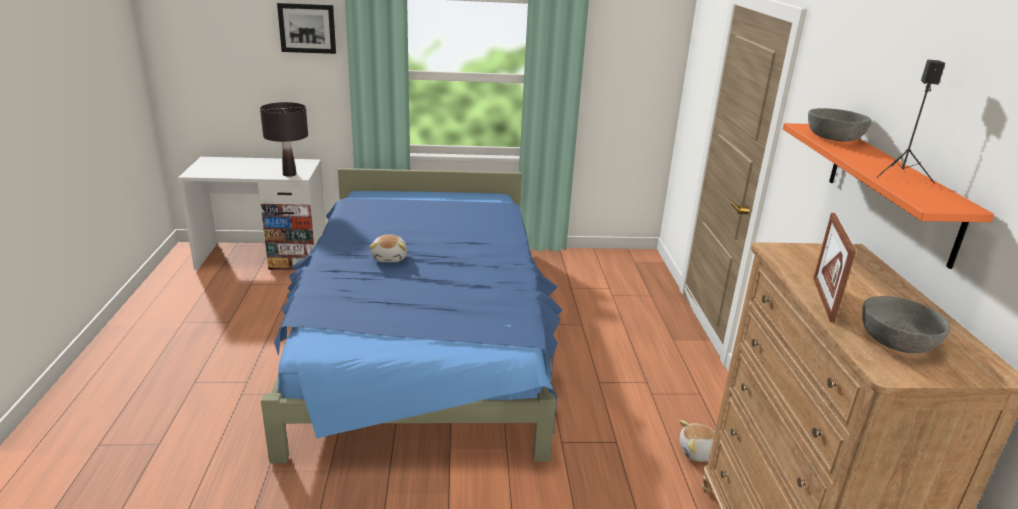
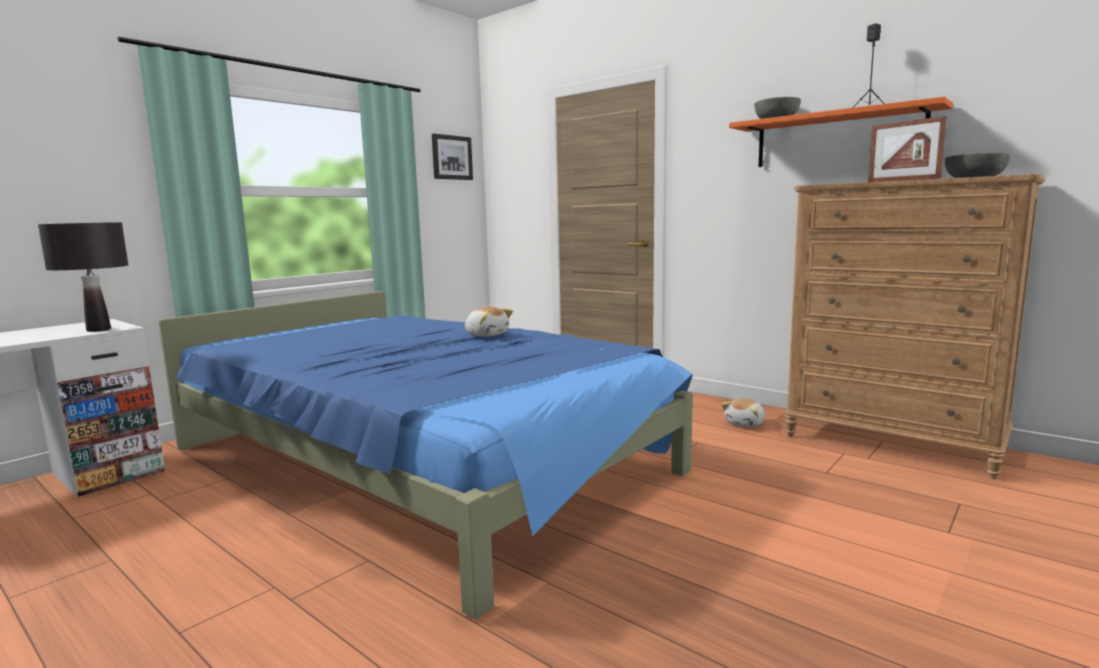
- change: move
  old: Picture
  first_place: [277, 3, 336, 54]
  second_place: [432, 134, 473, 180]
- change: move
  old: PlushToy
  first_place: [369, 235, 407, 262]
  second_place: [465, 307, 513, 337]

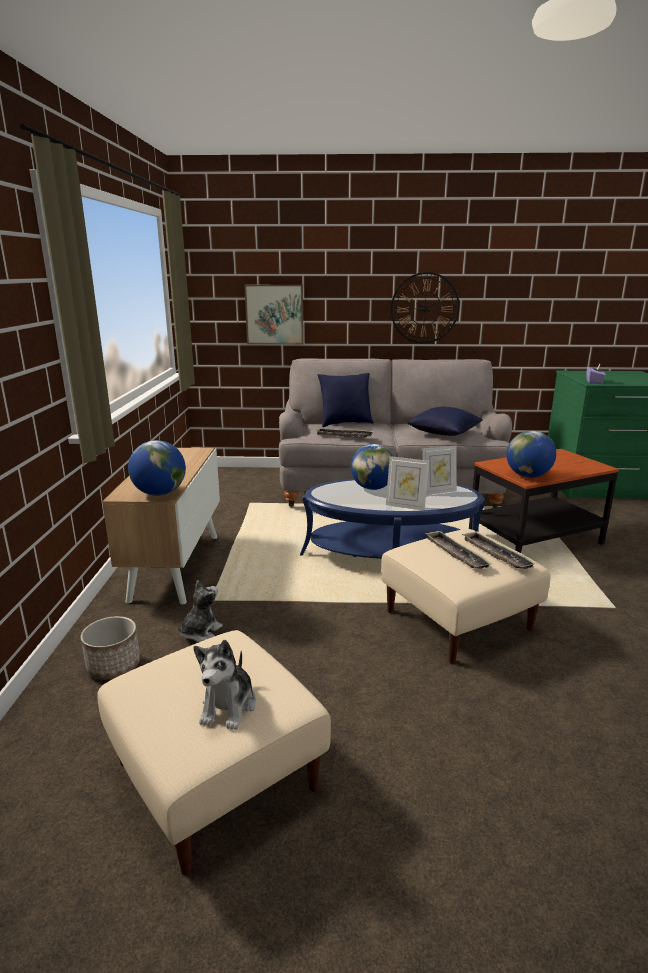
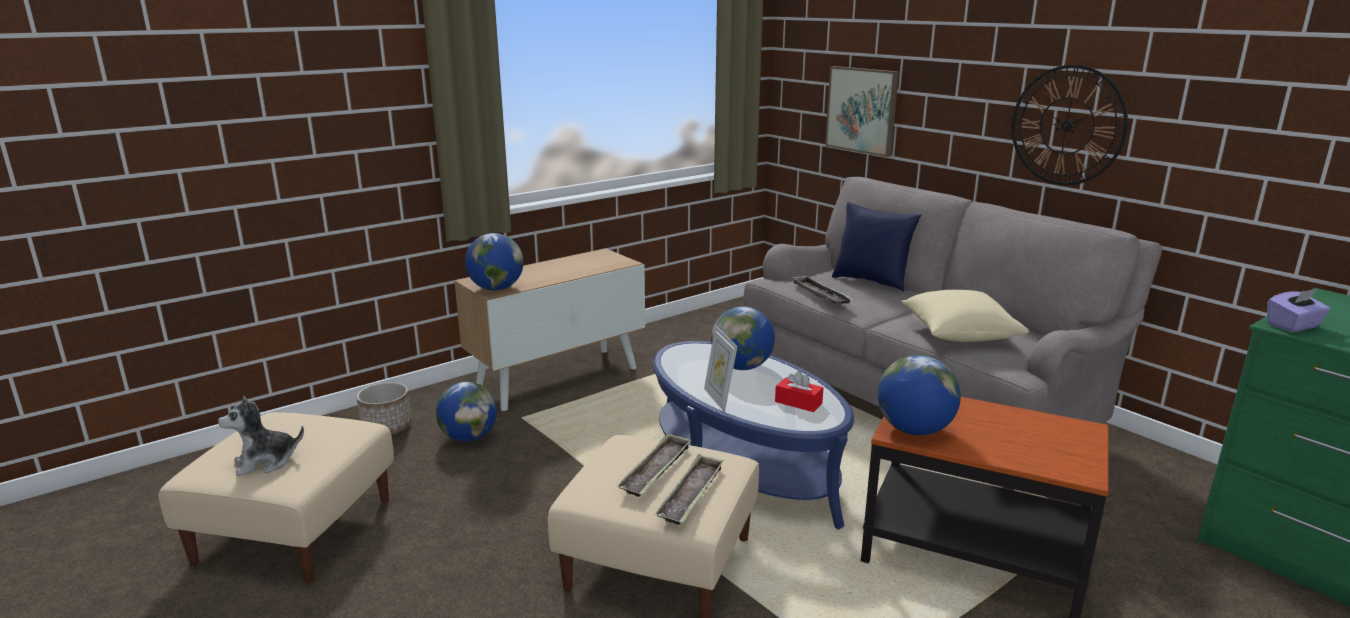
- change: replace
  old: PlushToy
  new: Globe
  first_place: [178, 580, 223, 642]
  second_place: [436, 382, 497, 442]
- change: replace
  old: PictureFrame
  new: RedTissueBox
  first_place: [423, 445, 457, 495]
  second_place: [775, 371, 824, 412]
- change: recolor
  old: BluePillow
  new: BeigePillow
  first_place: [407, 407, 483, 436]
  second_place: [901, 290, 1029, 342]

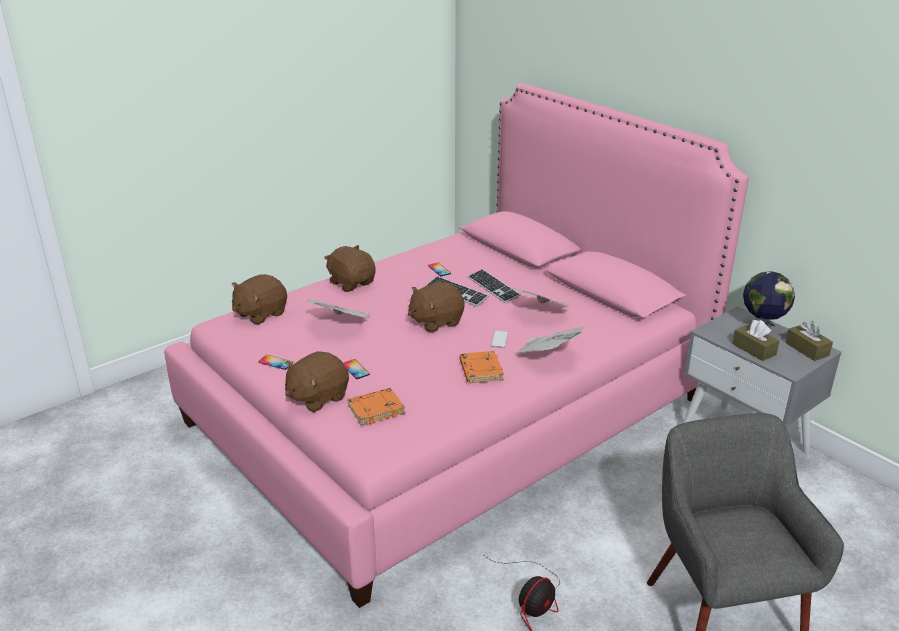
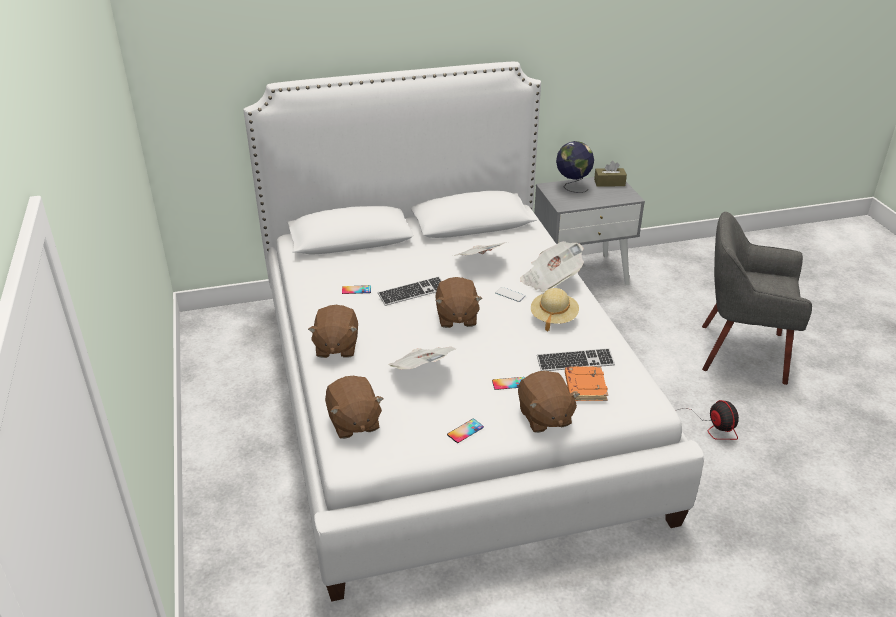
- change: delete
  old: BrownTissueBox
  first_place: [732, 320, 779, 361]
- change: move
  old: Keyboard
  first_place: [468, 269, 521, 303]
  second_place: [537, 348, 615, 371]
- change: replace
  old: OrangeBook
  new: BeigeHat
  first_place: [460, 351, 504, 383]
  second_place: [531, 288, 579, 331]
- change: recolor
  old: PinkBed
  new: WhiteBed
  first_place: [164, 84, 749, 608]
  second_place: [243, 62, 704, 602]
- change: rotate
  old: BrownPlushToy
  first_place: [324, 245, 376, 292]
  second_place: [308, 305, 358, 358]
  degrees: -75

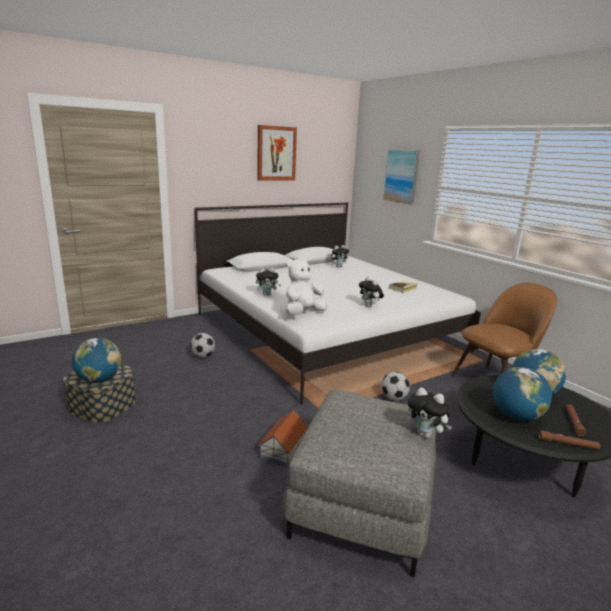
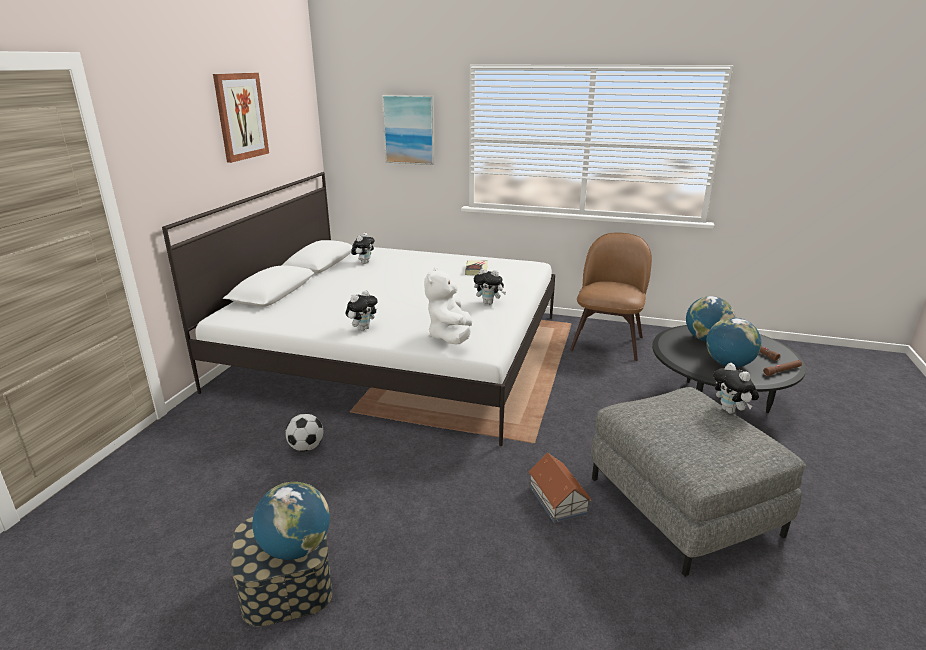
- change: delete
  old: Football
  first_place: [381, 372, 410, 401]
- change: rotate
  old: PlushToy
  first_place: [408, 387, 452, 438]
  second_place: [713, 363, 759, 414]
  degrees: 75

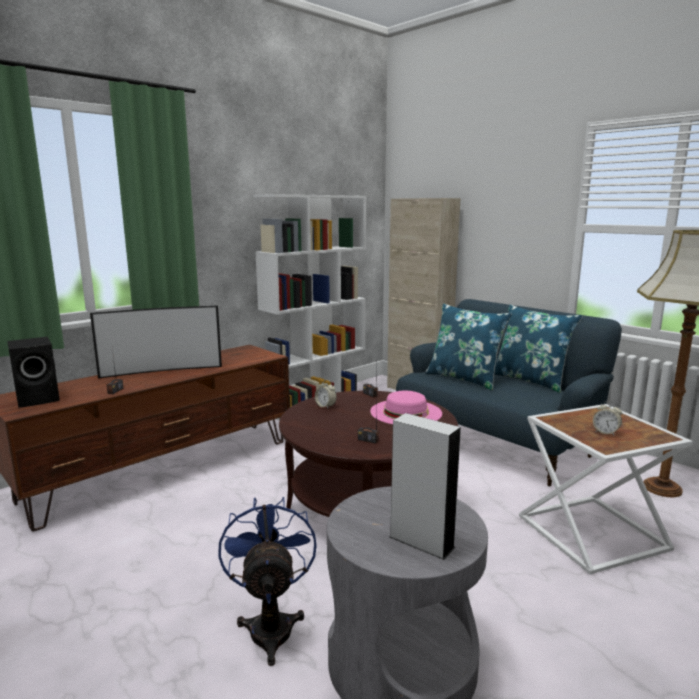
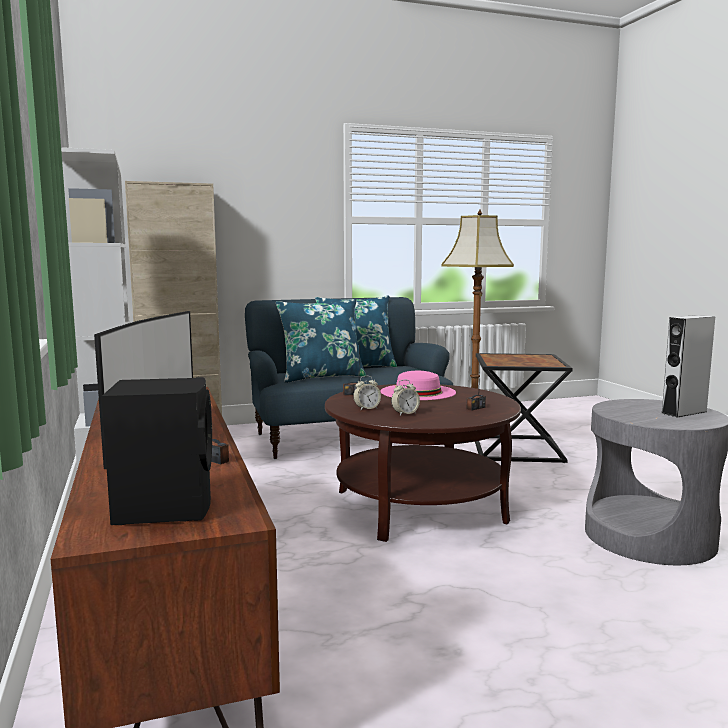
- change: delete
  old: BlueFan
  first_place: [218, 497, 317, 666]
- change: move
  old: AlarmClock
  first_place: [593, 401, 622, 436]
  second_place: [391, 380, 420, 415]
- change: recolor
  old: WhiteSideTable
  new: BlackSideTable
  first_place: [519, 404, 693, 574]
  second_place: [475, 353, 573, 463]

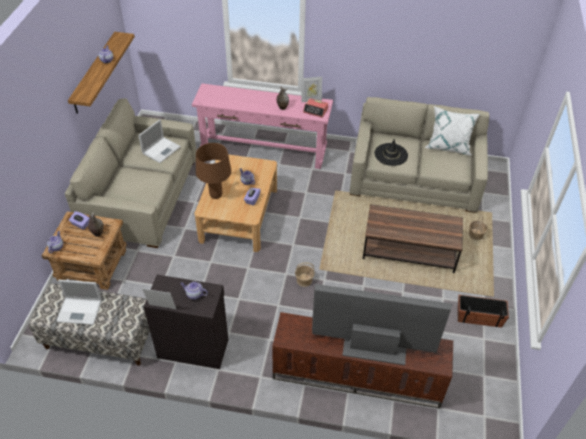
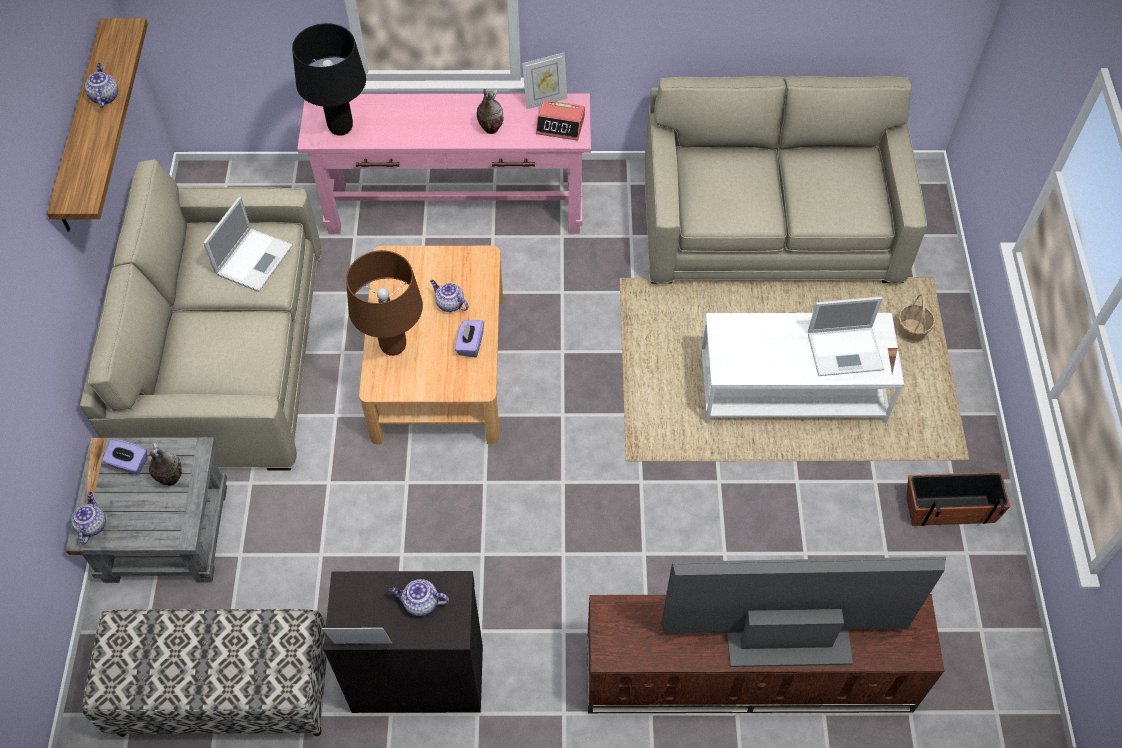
- change: delete
  old: Basket
  first_place: [295, 262, 315, 287]
- change: delete
  old: BlackHat
  first_place: [375, 139, 408, 166]
- change: delete
  old: WhitePillow
  first_place: [425, 106, 480, 156]
- change: insert
  new: BlackTableLamp
  second_place: [292, 23, 366, 136]
- change: move
  old: Laptop
  first_place: [56, 280, 102, 325]
  second_place: [808, 297, 884, 376]
- change: recolor
  old: BrownSideTable
  new: GreySideTable
  first_place: [42, 212, 127, 290]
  second_place: [65, 437, 227, 583]
- change: recolor
  old: BrownCoffeeTable
  new: WhiteCoffeeTable
  first_place: [363, 204, 463, 273]
  second_place: [700, 313, 904, 423]

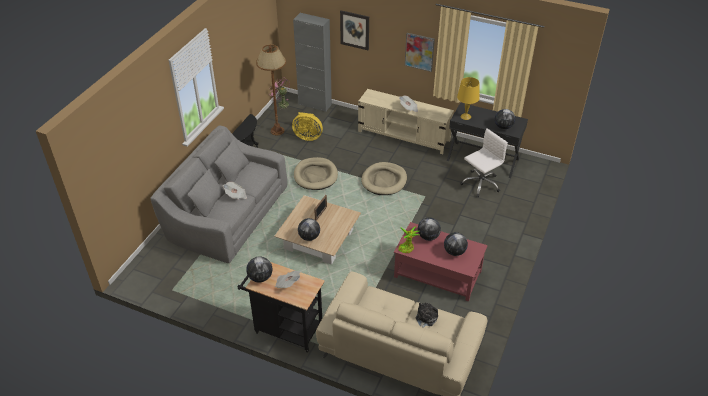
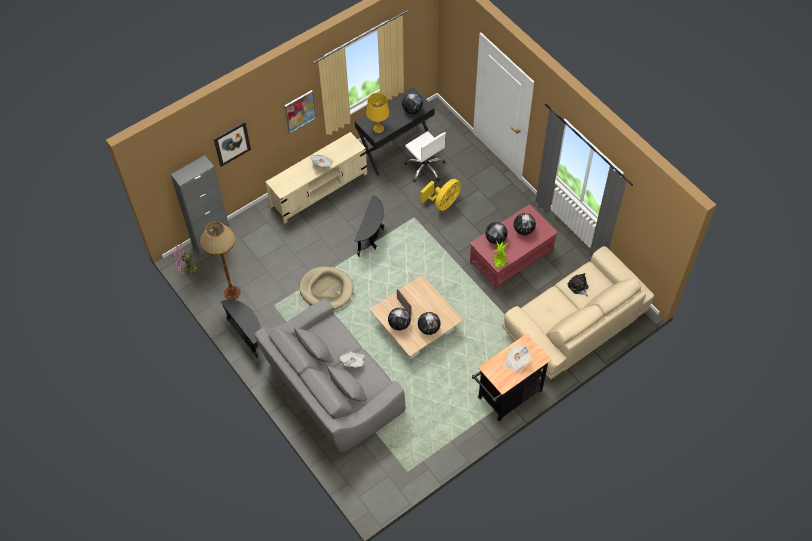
- change: move
  old: Globe
  first_place: [246, 256, 272, 282]
  second_place: [388, 308, 411, 330]
- change: move
  old: YellowFan
  first_place: [292, 112, 323, 141]
  second_place: [420, 179, 461, 211]
- change: replace
  old: BeigeDogBed
  new: BlackSideTable
  first_place: [361, 162, 407, 195]
  second_place: [355, 195, 384, 257]
- change: rotate
  old: WhiteOfficeChair
  first_place: [460, 128, 508, 197]
  second_place: [405, 131, 446, 182]
  degrees: 150

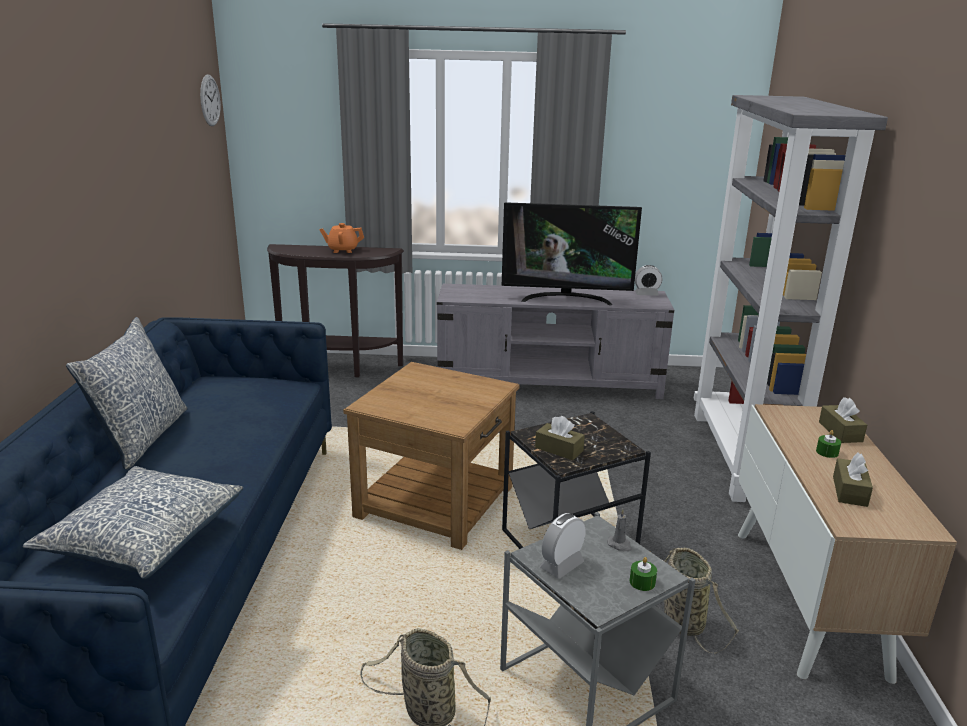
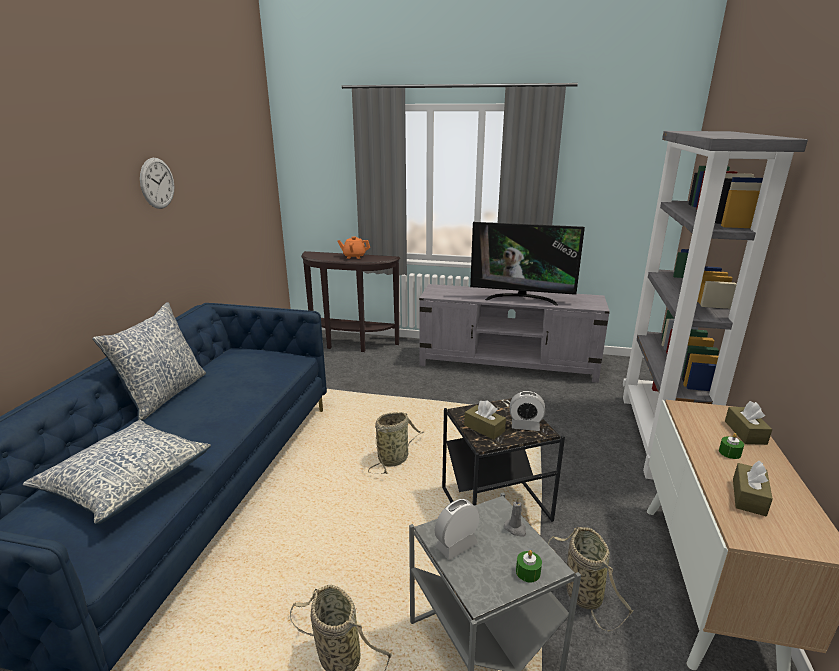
- change: move
  old: WallClock
  first_place: [200, 74, 221, 126]
  second_place: [140, 158, 174, 209]
- change: move
  old: AlarmClock
  first_place: [635, 265, 662, 296]
  second_place: [510, 391, 545, 431]
- change: replace
  old: BrownSideTable
  new: Basket
  first_place: [343, 362, 520, 550]
  second_place: [368, 412, 424, 474]

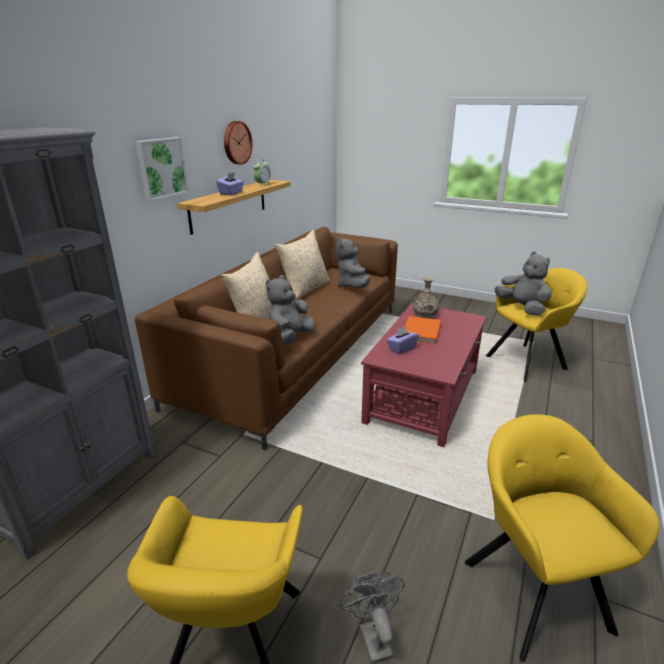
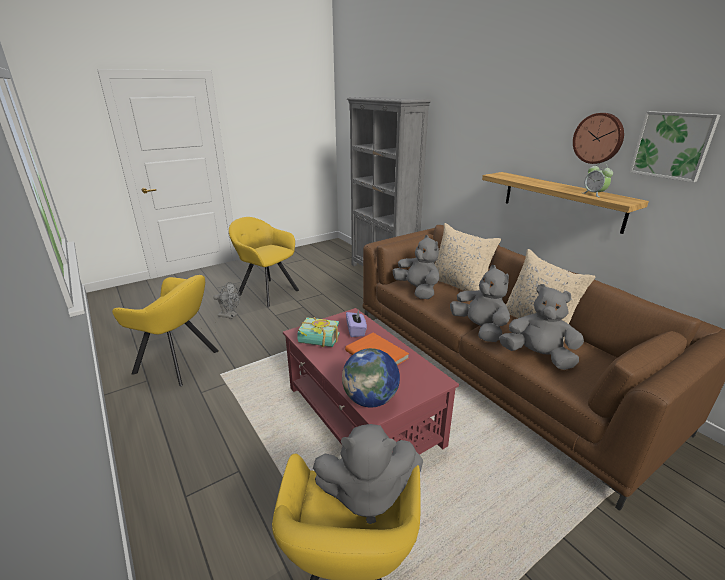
- change: delete
  old: PurpleTissueBox
  first_place: [216, 172, 244, 195]
- change: delete
  old: Vase
  first_place: [413, 277, 439, 319]
- change: insert
  new: Book
  second_place: [297, 317, 340, 347]
- change: insert
  new: Globe
  second_place: [342, 348, 400, 407]
- change: insert
  new: GreyPlushToy
  second_place: [450, 265, 510, 342]
- change: move
  old: Picture
  first_place: [135, 137, 188, 201]
  second_place: [629, 111, 720, 182]

